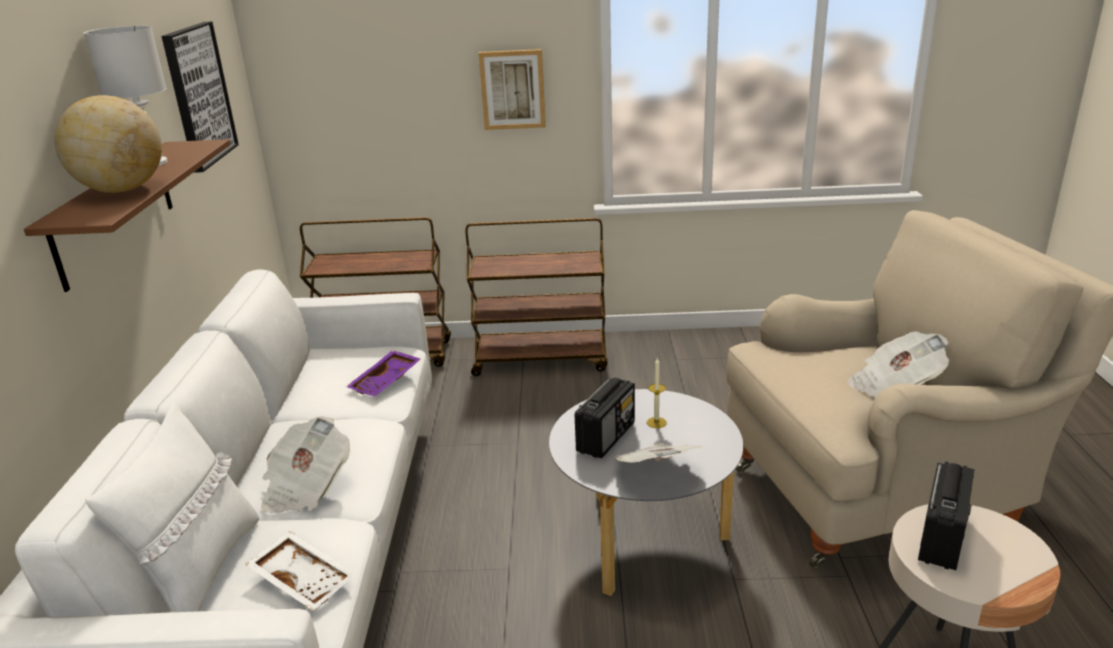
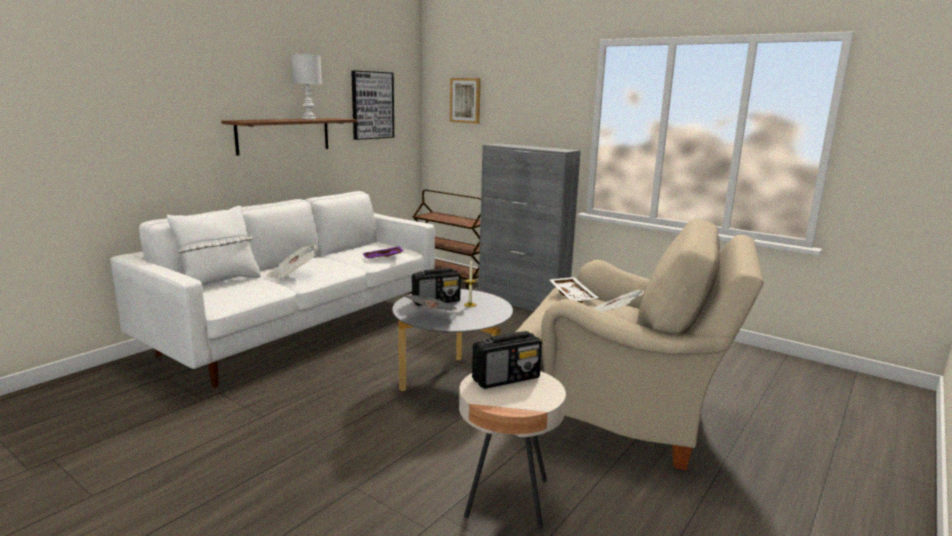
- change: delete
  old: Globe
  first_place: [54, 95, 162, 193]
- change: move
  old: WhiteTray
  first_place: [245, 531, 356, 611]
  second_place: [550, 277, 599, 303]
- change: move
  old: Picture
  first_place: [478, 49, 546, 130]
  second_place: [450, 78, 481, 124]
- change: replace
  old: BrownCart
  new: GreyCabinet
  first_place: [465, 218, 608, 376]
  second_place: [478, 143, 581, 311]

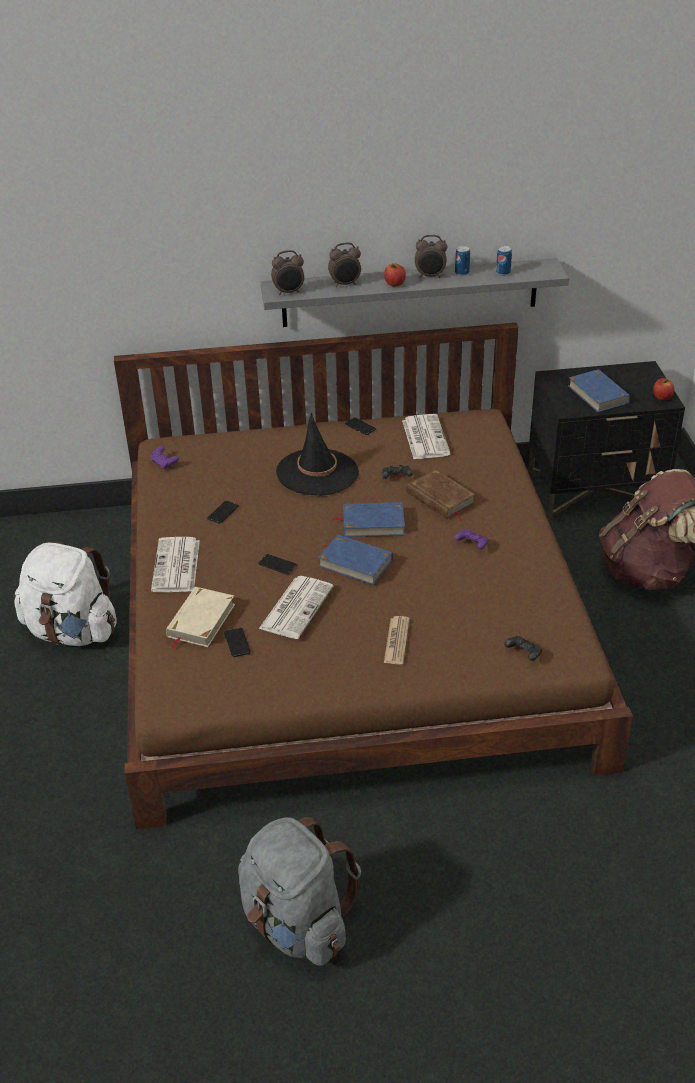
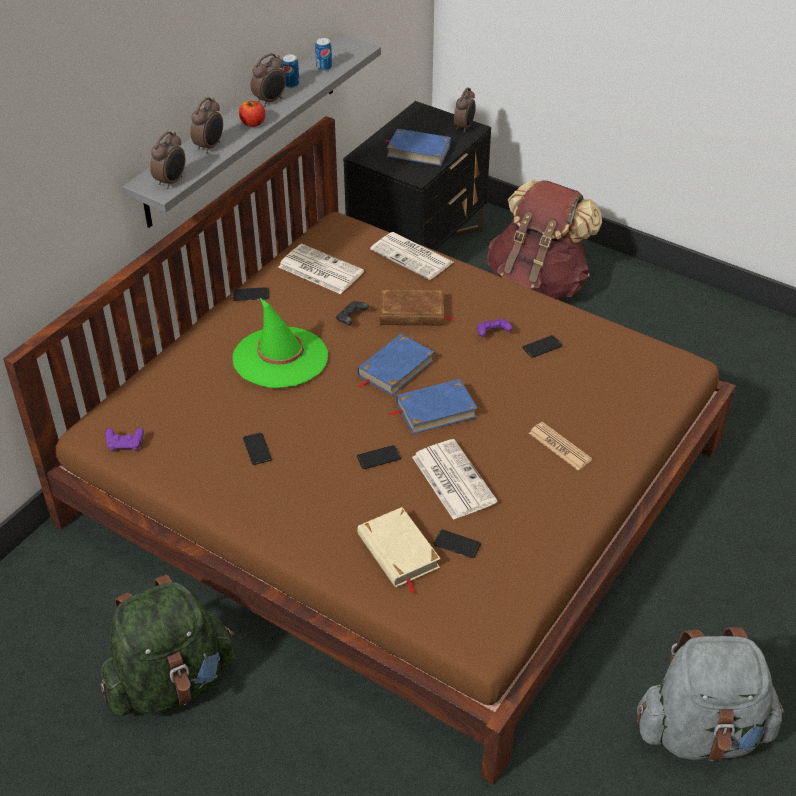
- change: delete
  old: BlackGameController
  first_place: [504, 636, 542, 661]
- change: insert
  new: Phone
  second_place: [522, 335, 562, 358]
- change: move
  old: Newspaper
  first_place: [151, 537, 200, 592]
  second_place: [370, 232, 453, 280]
- change: replace
  old: Apple
  new: AlarmClock
  first_place: [653, 378, 674, 400]
  second_place: [454, 88, 476, 133]
- change: recolor
  old: WhiteBackpack
  new: GreenBackpack
  first_place: [14, 542, 117, 646]
  second_place: [101, 574, 235, 716]
- change: recolor
  old: BlackHat
  new: GreenHat
  first_place: [276, 412, 359, 495]
  second_place: [232, 298, 328, 388]

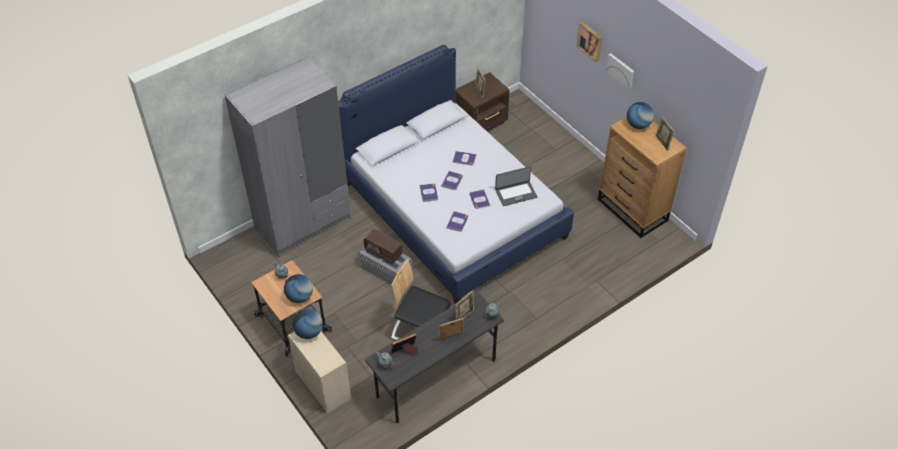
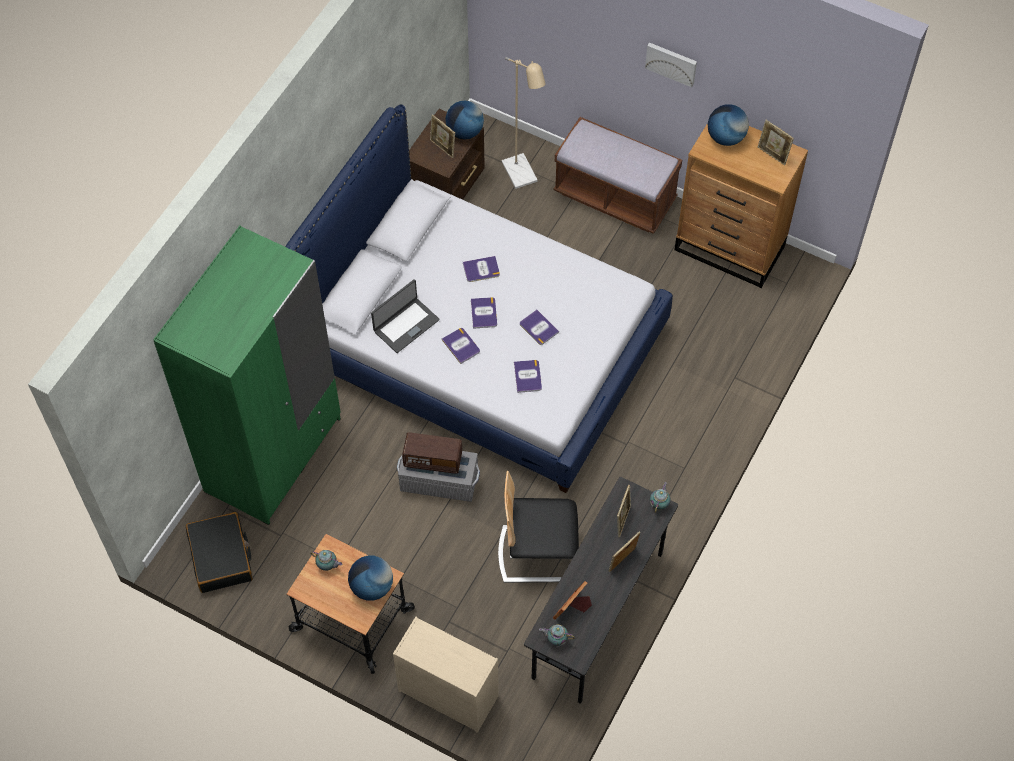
- change: delete
  old: Picture
  first_place: [576, 22, 602, 62]
- change: insert
  new: BlackSuitcase
  second_place: [186, 512, 253, 593]
- change: insert
  new: BeigeFloorLamp
  second_place: [502, 57, 546, 189]
- change: insert
  new: BrownBench
  second_place: [553, 117, 682, 234]
- change: move
  old: Globe
  first_place: [293, 309, 323, 339]
  second_place: [445, 101, 484, 140]
- change: move
  old: Laptop
  first_place: [495, 166, 537, 206]
  second_place: [371, 279, 440, 353]
- change: recolor
  old: GreyWardrobe
  new: GreenWardrobe
  first_place: [224, 56, 351, 257]
  second_place: [153, 225, 341, 525]

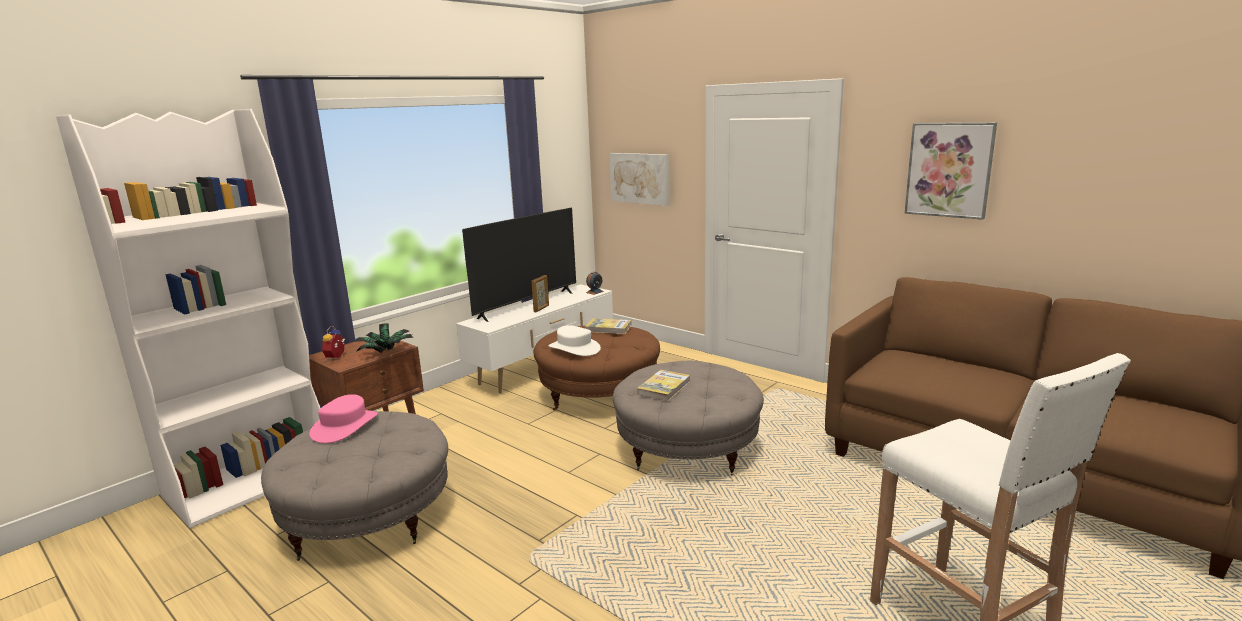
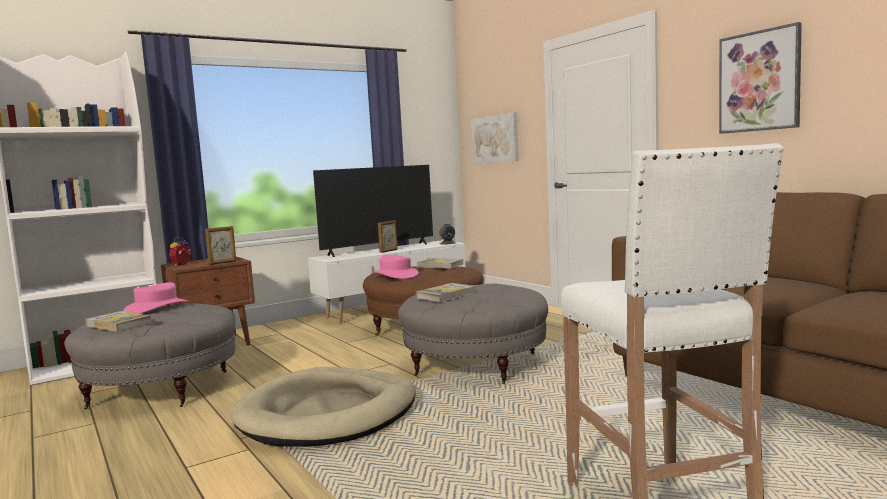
- change: insert
  new: Book
  second_place: [86, 311, 152, 332]
- change: insert
  new: BeigeDogBed
  second_place: [230, 367, 416, 447]
- change: replace
  old: PottedPlant
  new: PictureFrame
  first_place: [354, 323, 413, 353]
  second_place: [205, 226, 236, 265]
- change: recolor
  old: WhiteHat
  new: PinkHat
  first_place: [548, 325, 601, 356]
  second_place: [373, 255, 419, 279]

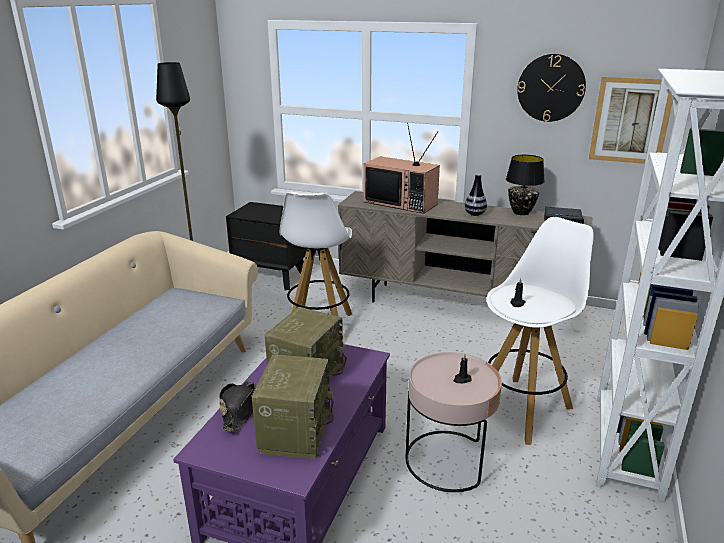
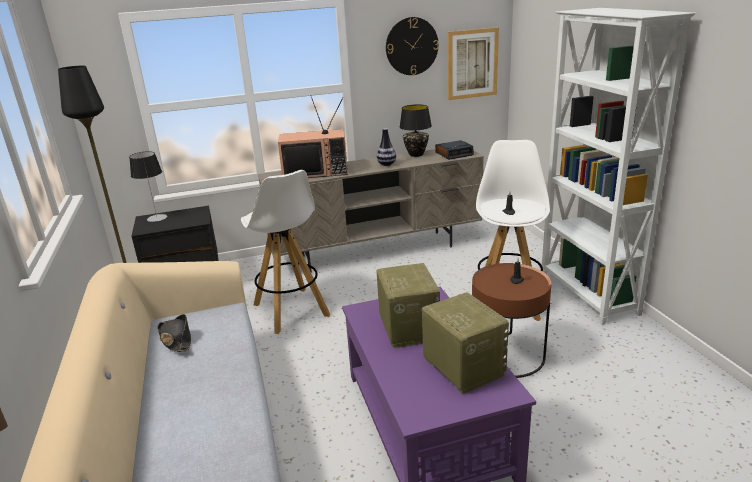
- change: insert
  new: TableLamp
  second_place: [129, 151, 167, 222]
- change: move
  old: BlackHat
  first_place: [219, 381, 255, 432]
  second_place: [157, 314, 191, 352]
- change: recolor
  old: PinkSideTable
  new: BrownSideTable
  first_place: [405, 352, 502, 492]
  second_place: [472, 263, 551, 378]

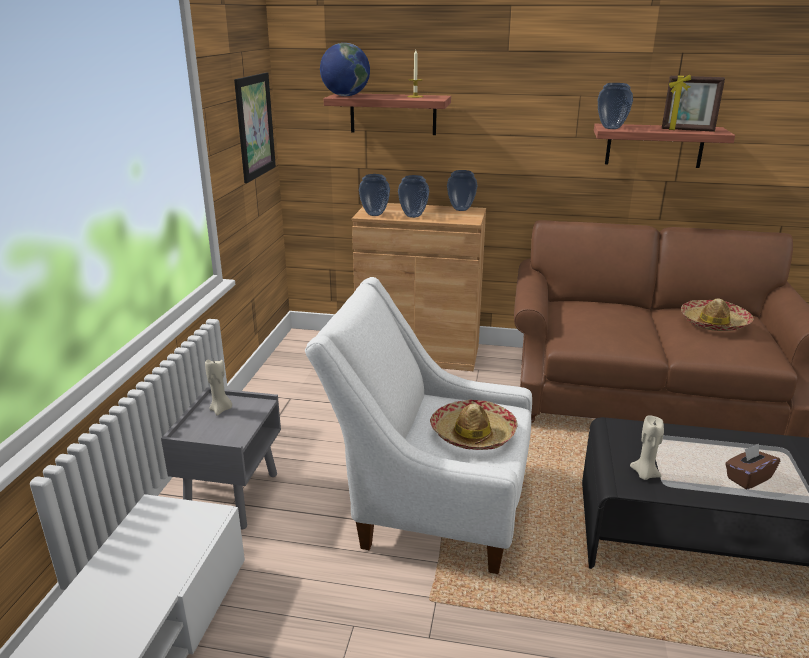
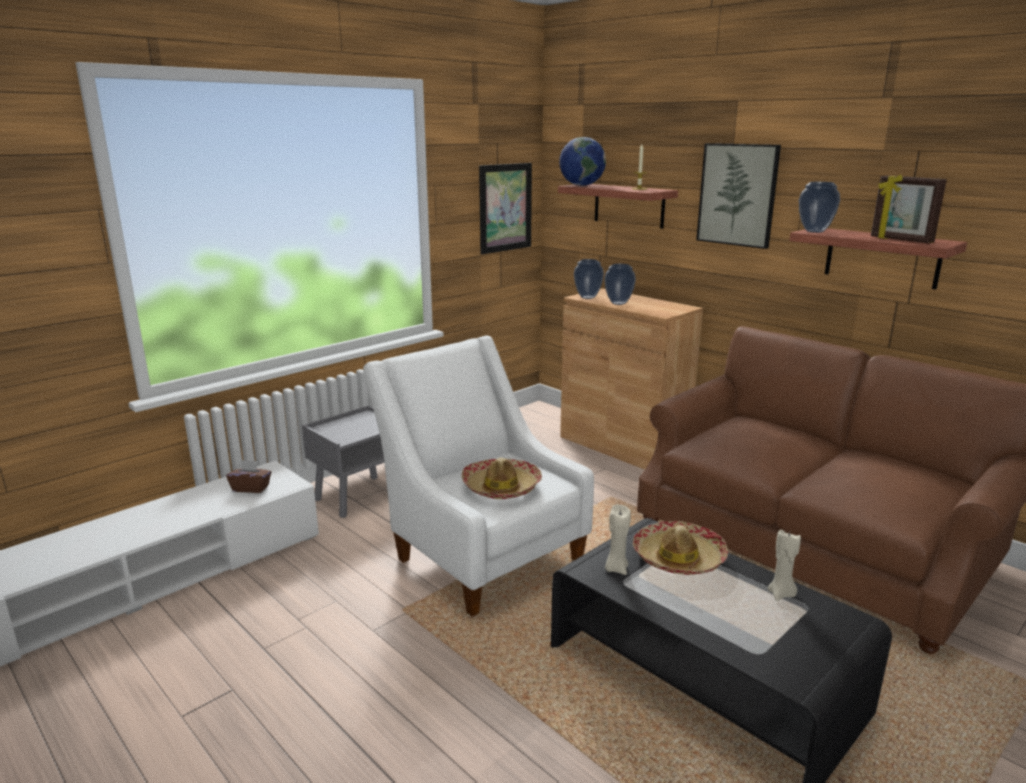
- change: delete
  old: Vase
  first_place: [447, 170, 478, 211]
- change: insert
  new: Picture
  second_place: [696, 143, 781, 249]
- change: move
  old: BeigeCandle
  first_place: [205, 358, 232, 416]
  second_place: [767, 529, 801, 601]
- change: move
  old: Hat
  first_place: [681, 299, 754, 331]
  second_place: [633, 521, 728, 575]
- change: move
  old: BrownTissueBox
  first_place: [725, 444, 780, 489]
  second_place: [226, 460, 271, 493]

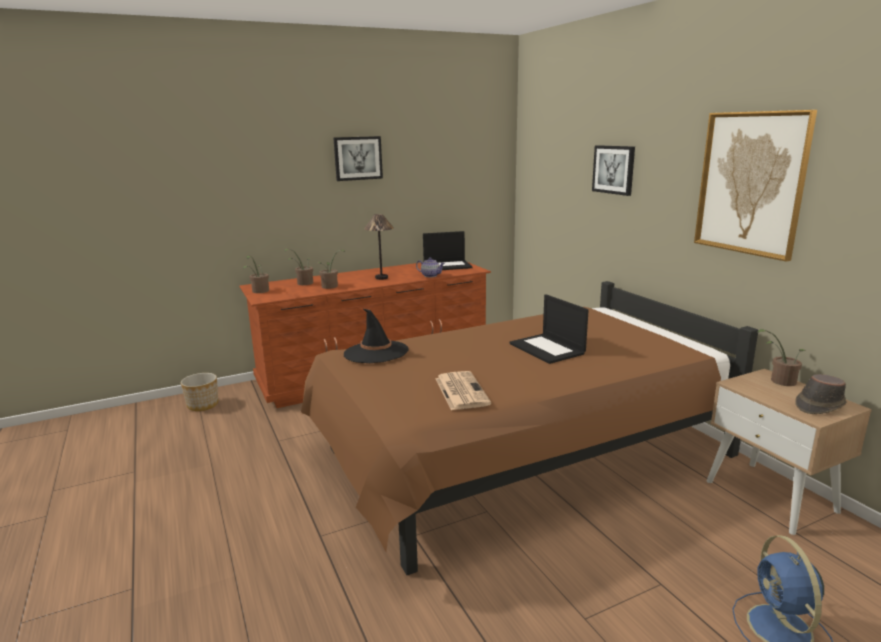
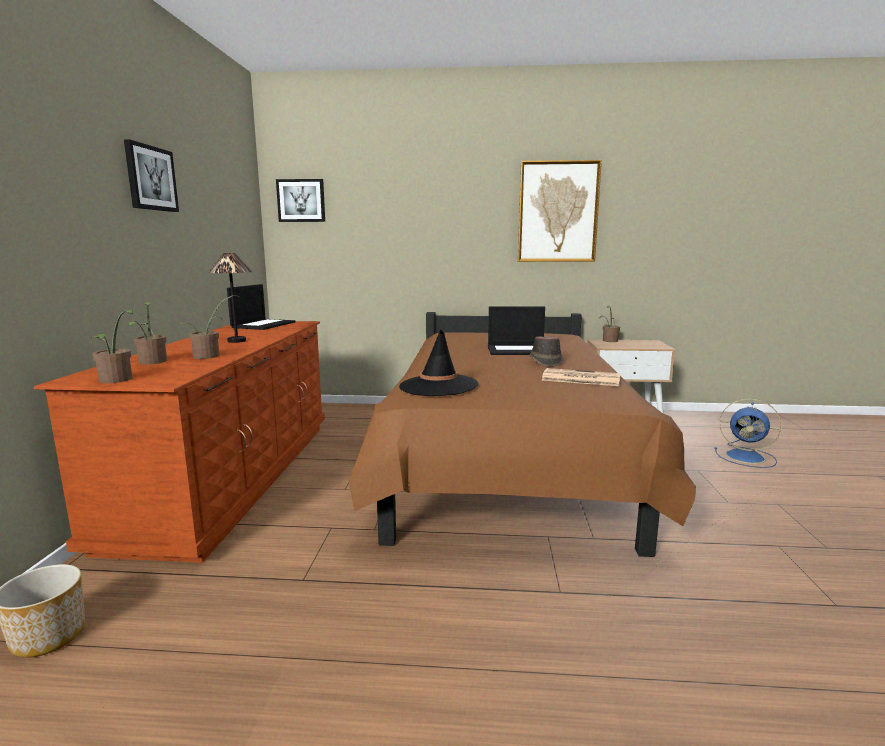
- change: delete
  old: Teapot
  first_place: [416, 257, 445, 277]
- change: move
  old: Picture
  first_place: [592, 145, 635, 196]
  second_place: [276, 179, 325, 222]
- change: move
  old: BrownHat
  first_place: [795, 374, 847, 414]
  second_place: [530, 336, 563, 367]

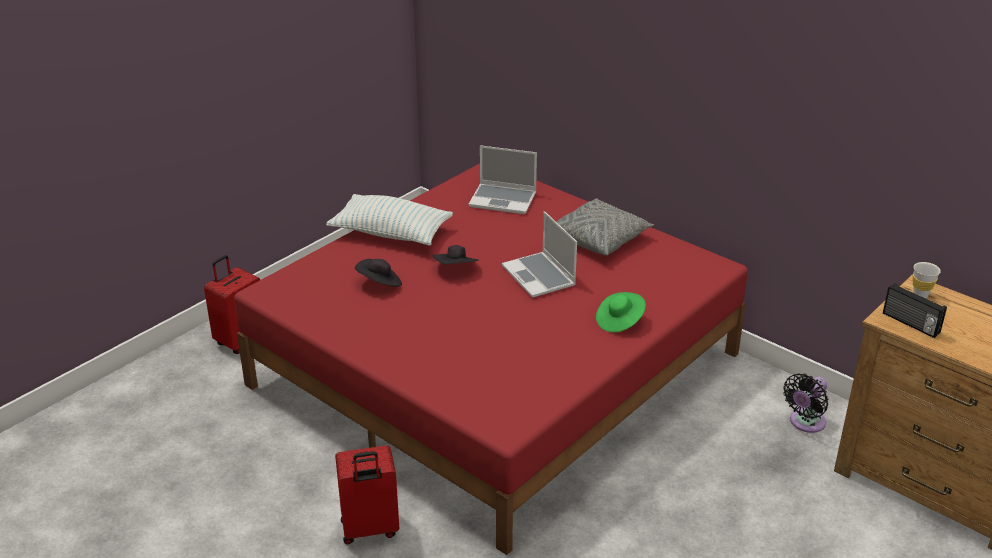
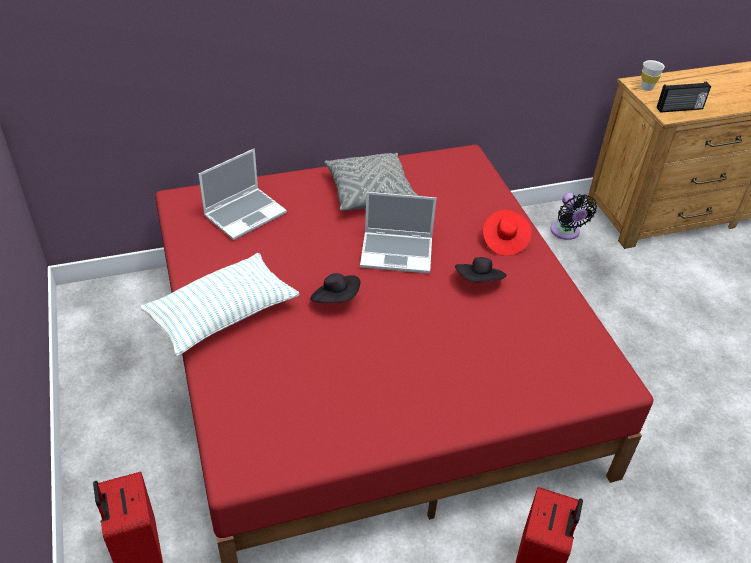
- change: move
  old: BlackHat
  first_place: [355, 259, 402, 287]
  second_place: [455, 257, 506, 282]
- change: recolor
  old: GreenHat
  new: RedHat
  first_place: [596, 292, 646, 332]
  second_place: [483, 210, 531, 256]

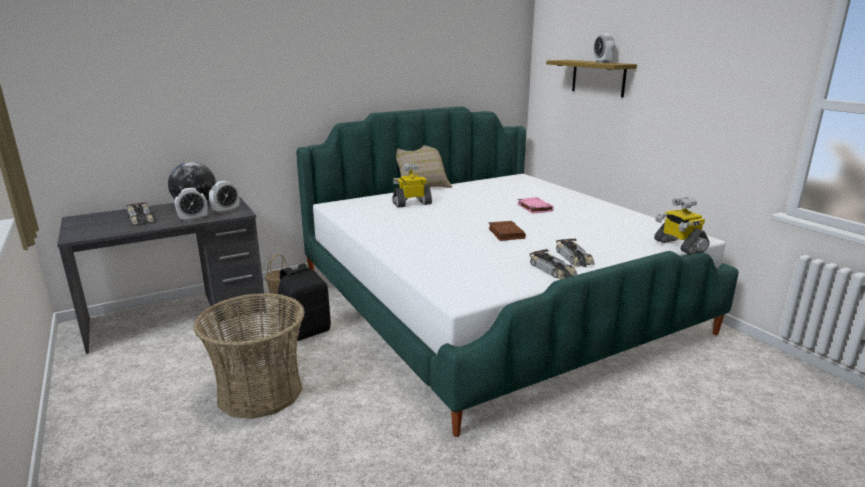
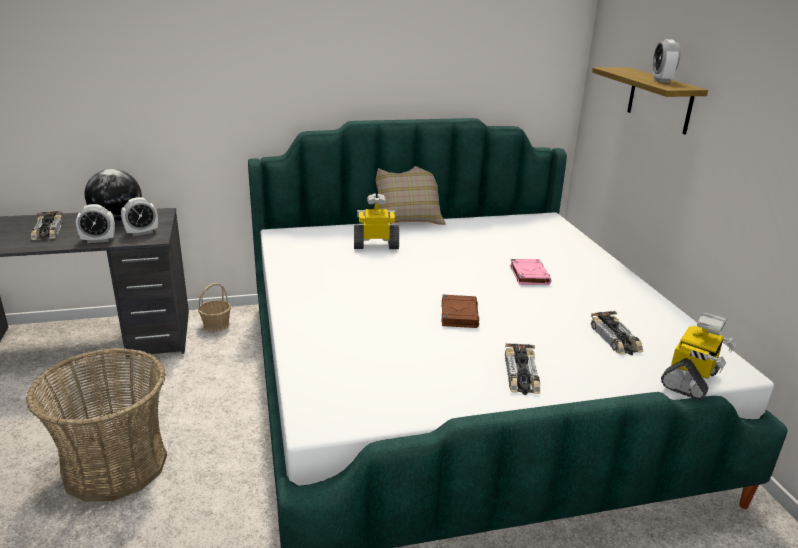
- change: delete
  old: BlackBackpack
  first_place: [278, 263, 331, 341]
- change: move
  old: ToyCar
  first_place: [530, 249, 578, 279]
  second_place: [591, 311, 643, 355]
- change: rotate
  old: ToyRobot
  first_place: [654, 197, 709, 254]
  second_place: [661, 312, 736, 400]
  degrees: -135

